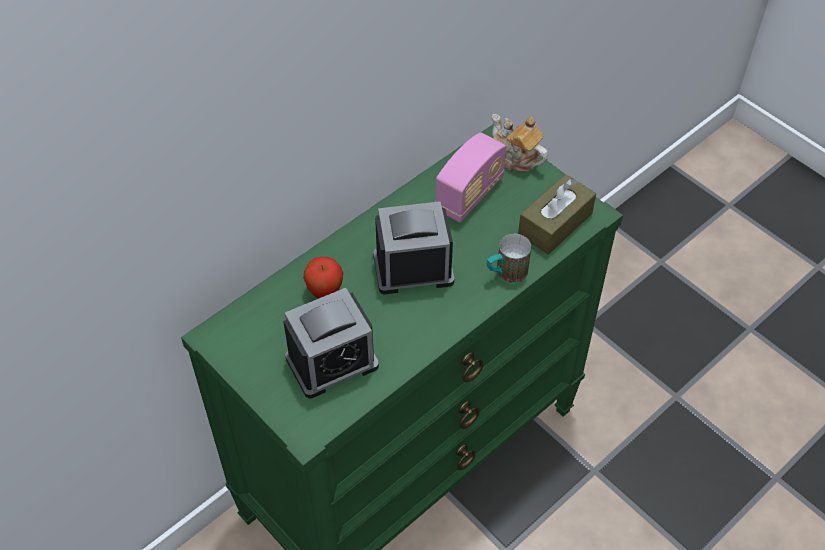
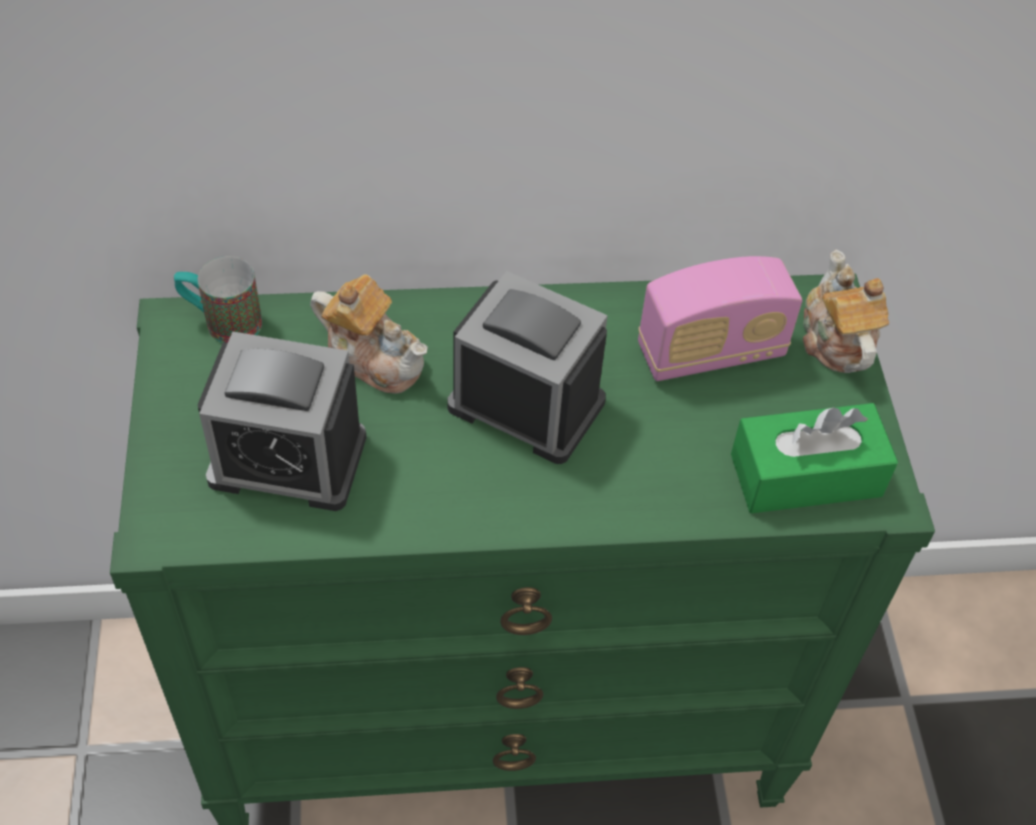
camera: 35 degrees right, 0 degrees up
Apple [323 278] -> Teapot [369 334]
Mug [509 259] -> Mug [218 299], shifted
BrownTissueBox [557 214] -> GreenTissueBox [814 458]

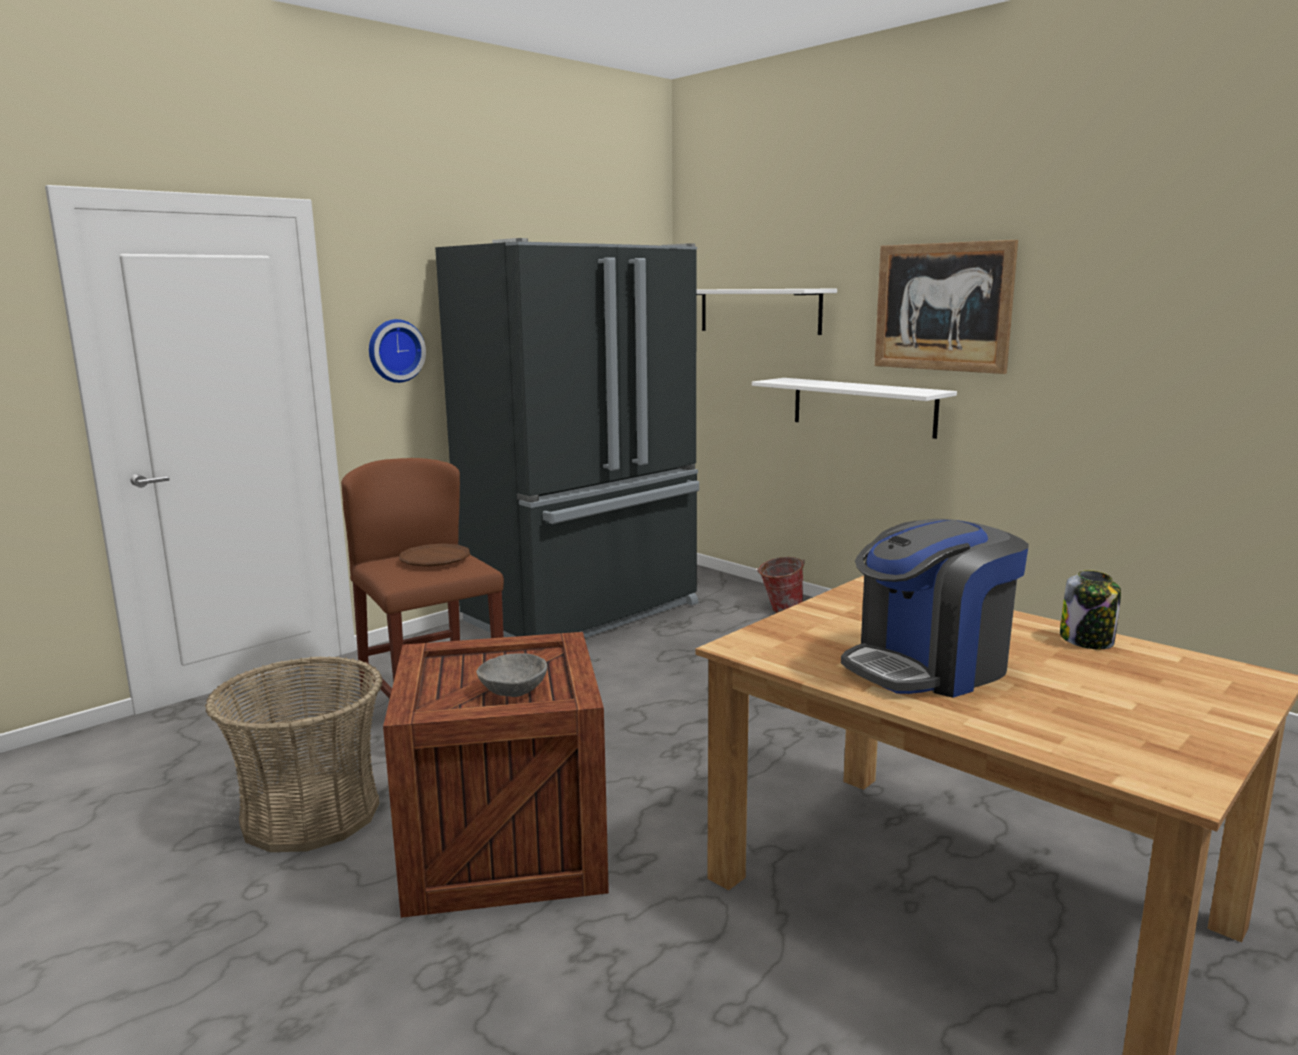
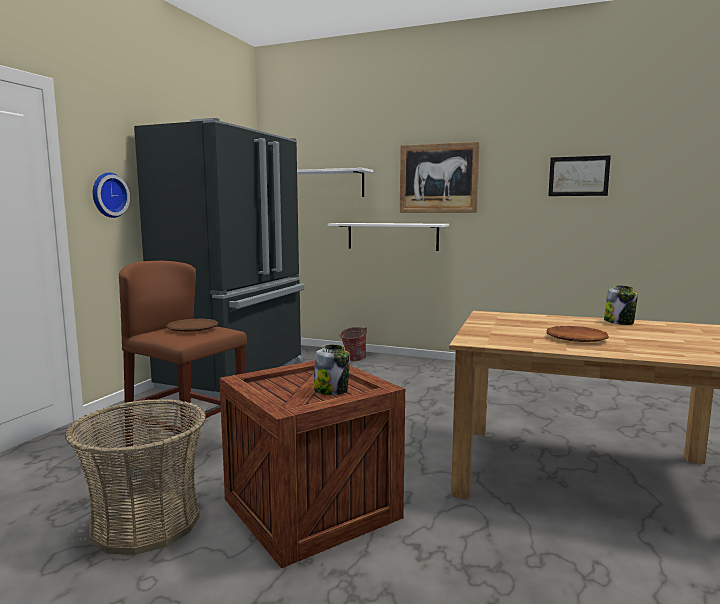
camera: 25 degrees left, 5 degrees down
GreyBowl [511 675] -> Jar [331 369]
CoffeeMachine [935 608] -> BrownPlate [577 334]
none -> Picture [579 175]

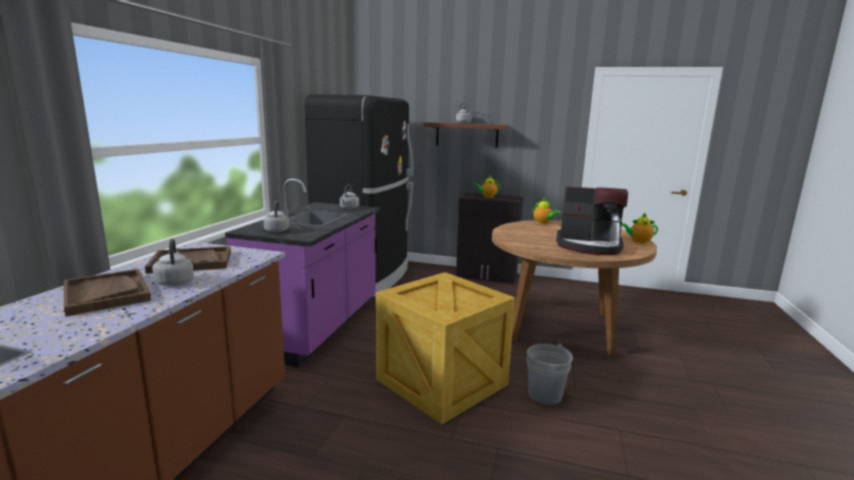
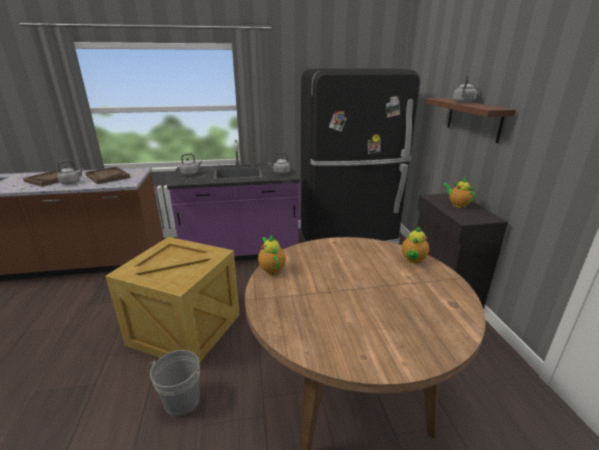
camera: 65 degrees right, 10 degrees up
CoffeeMachine [592 220] -> none
Teapot [639 228] -> Teapot [272 255], shifted

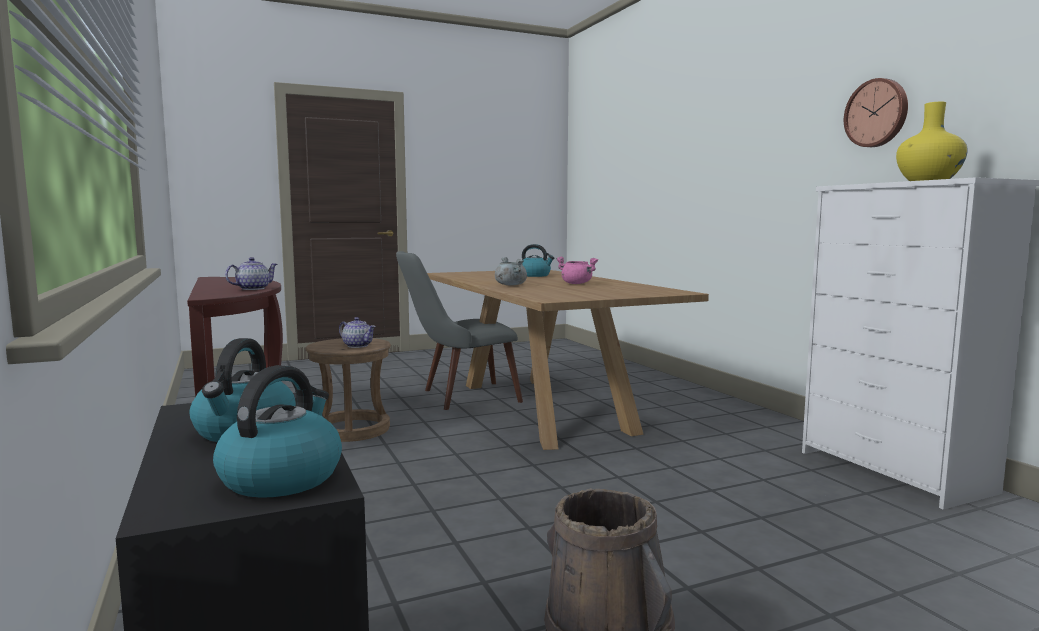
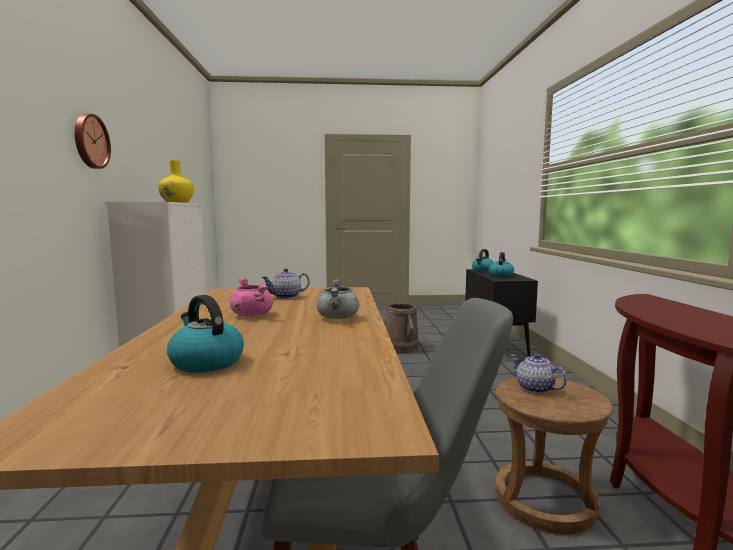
camera: 160 degrees left, 0 degrees up
Teapot [251 273] -> Teapot [285 283], shifted

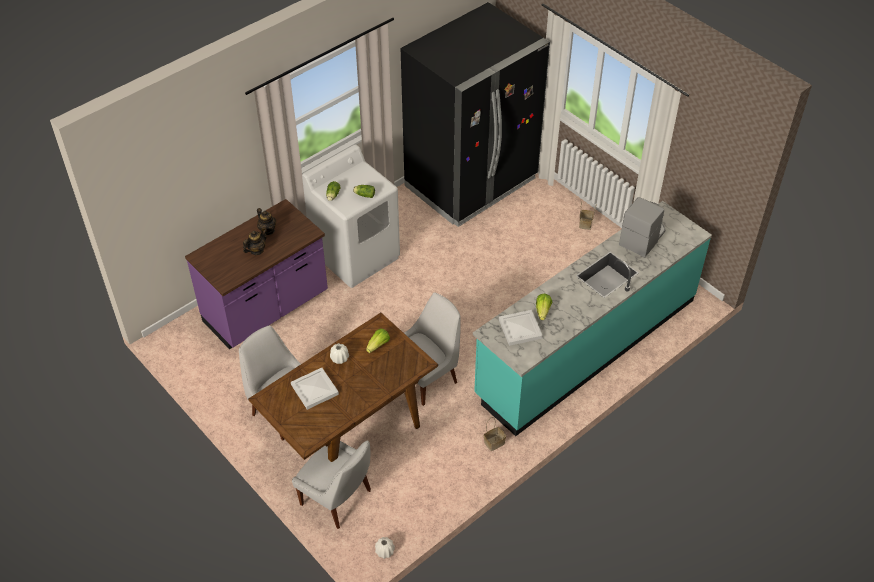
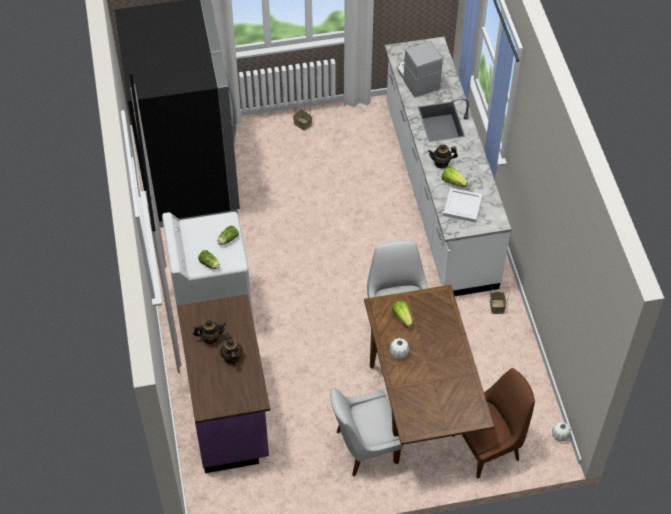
camera: 60 degrees left, 5 degrees up
WhiteTray [315 389] -> none
WhiteChair [331 484] -> BrownChair [494 423]
TurquoiseCounter [592 318] -> WhiteCounter [448 166]
none -> Teapot [443 156]

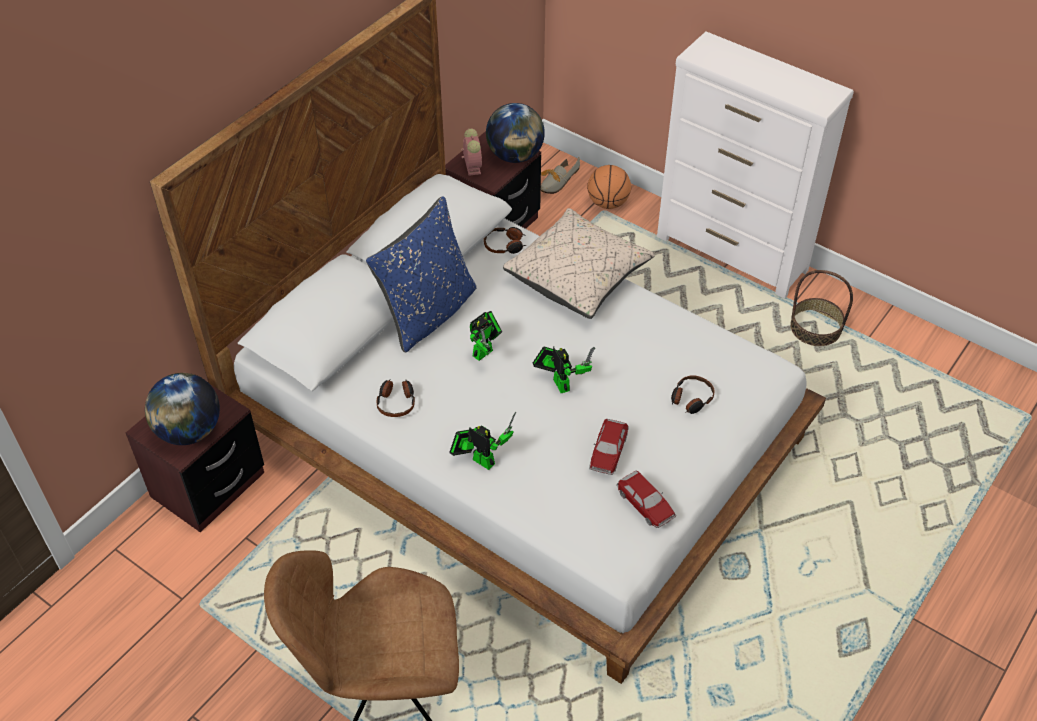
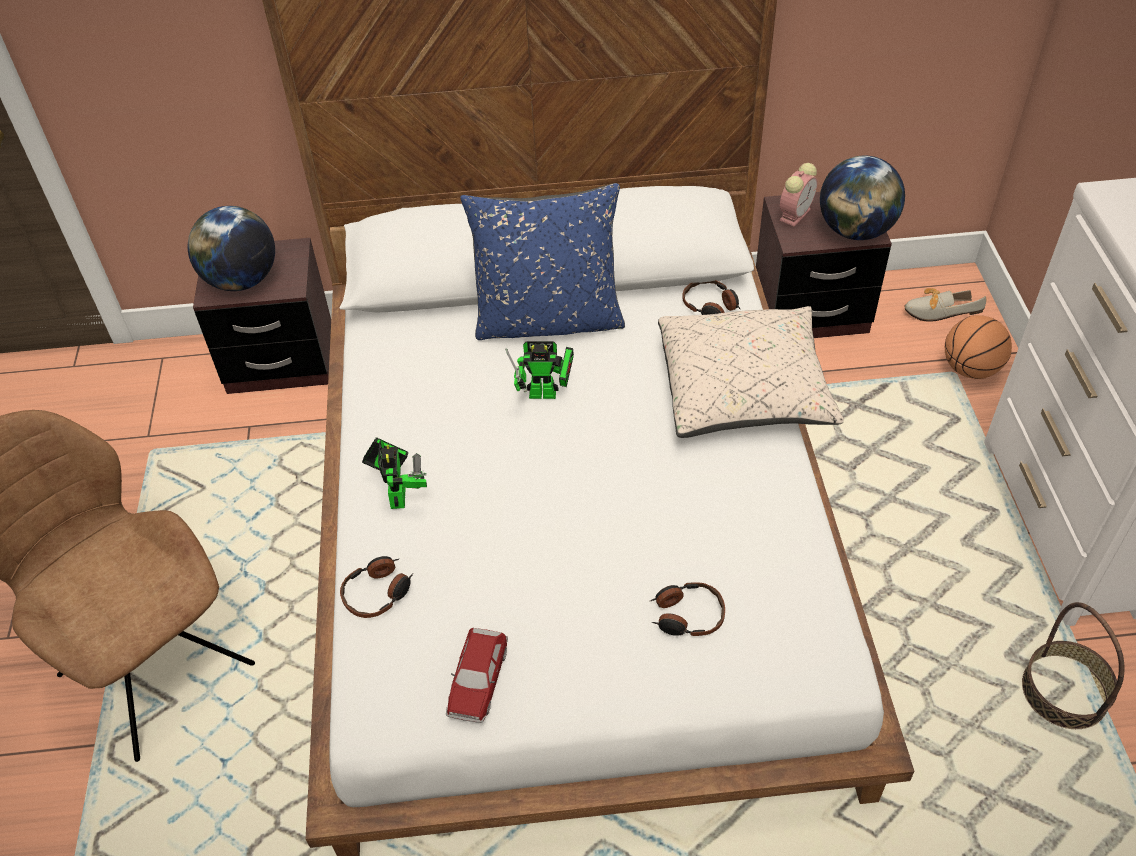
camera: 50 degrees right, 0 degrees up
Headphones [396 398] -> Headphones [376 587], shifted
ToyRobot [564 369] -> none
ToyCar [609 447] -> none

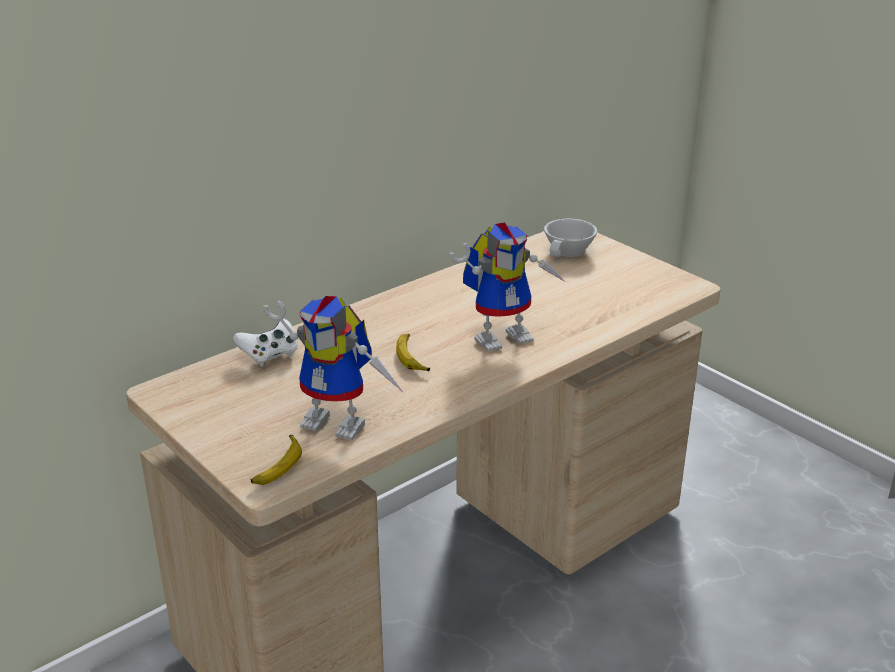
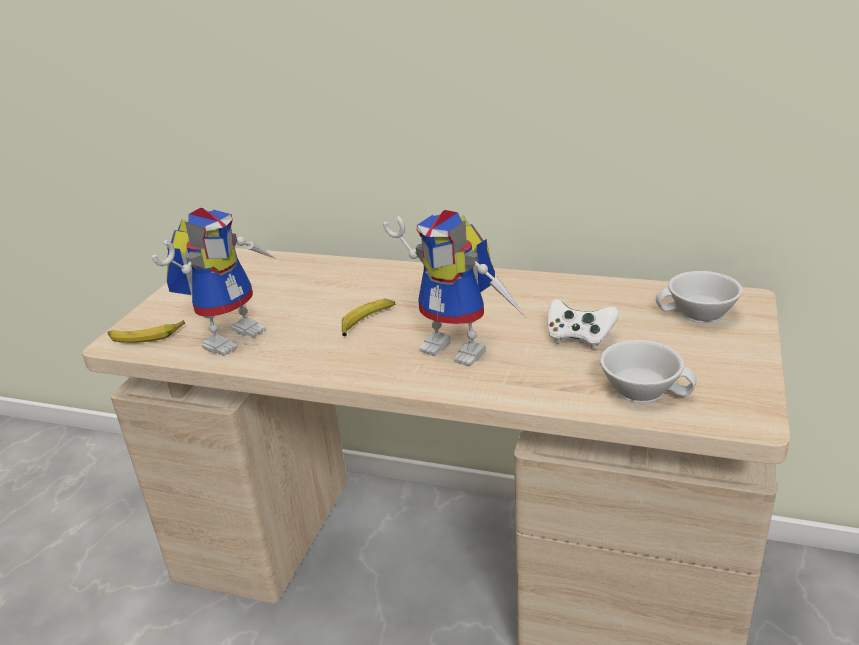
camera: 60 degrees right, 0 degrees up
WhiteGameController [265 343] -> WhiteGameController [583 324], shifted
ToyRobot [333 368] -> ToyRobot [214 282], 135 degrees counterclockwise
none -> WhiteCup [648 371]

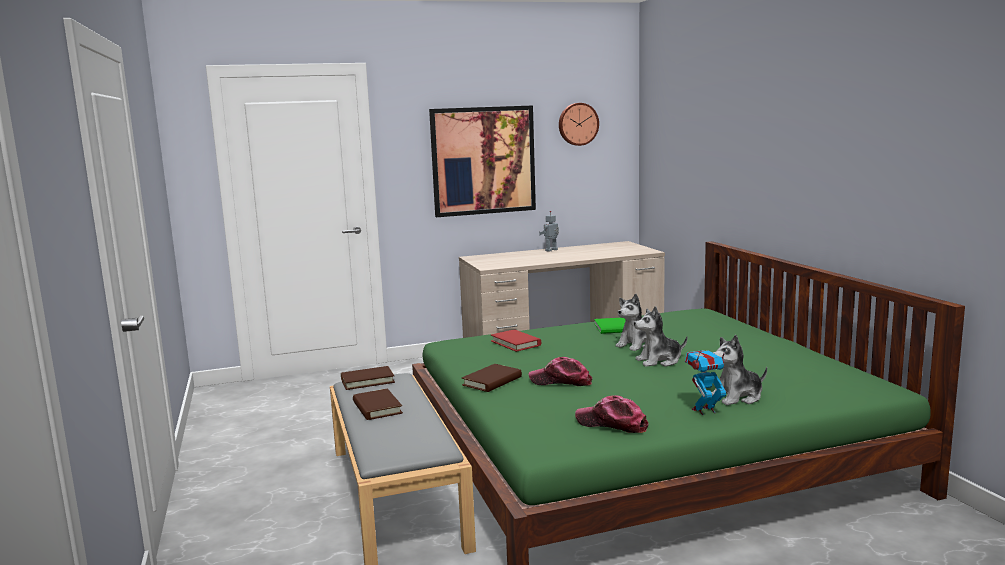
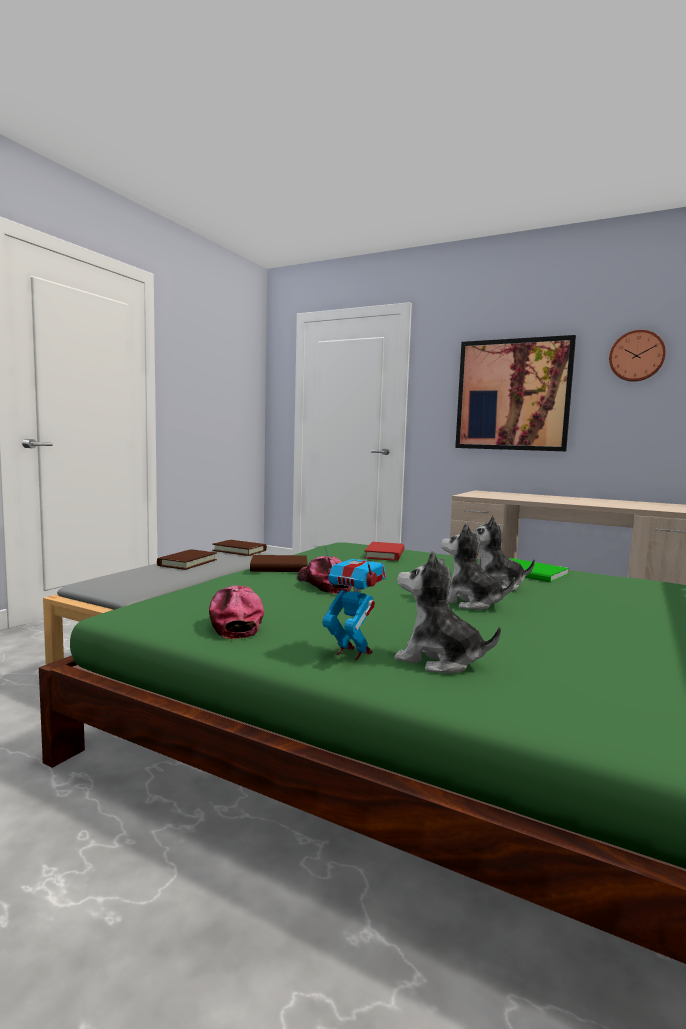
camera: 45 degrees right, 5 degrees down
ToyRobot [549 231] -> none

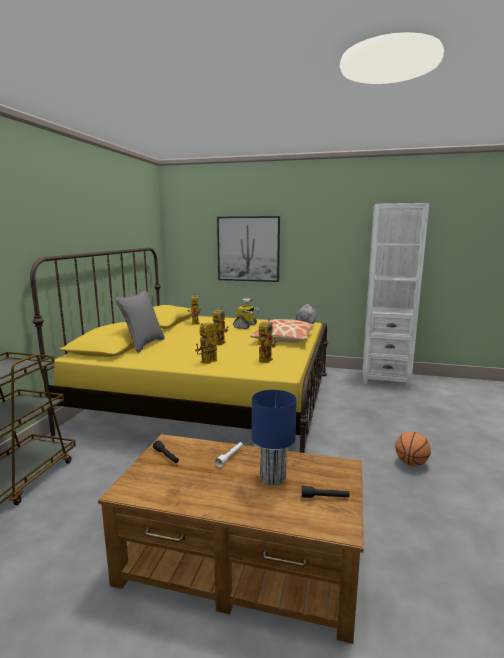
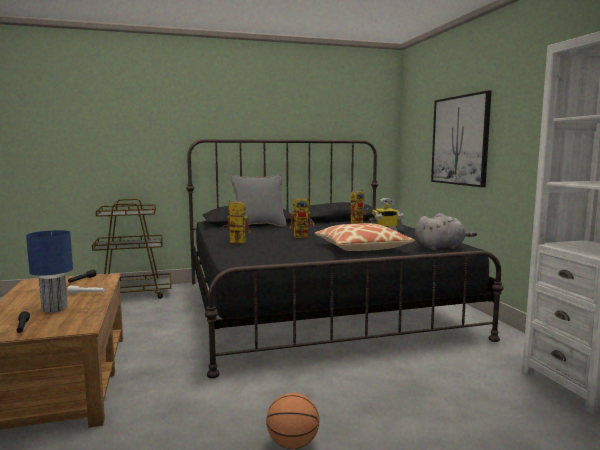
camera: 60 degrees right, 5 degrees down
YellowBed [179 350] -> BlackBed [345 258]
ToyRobot [268 341] -> none

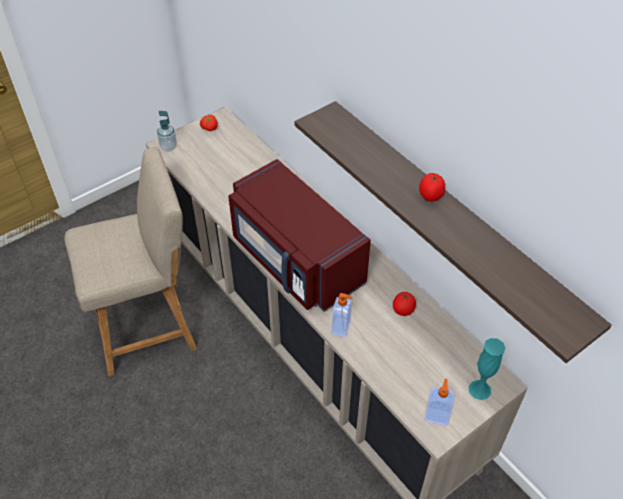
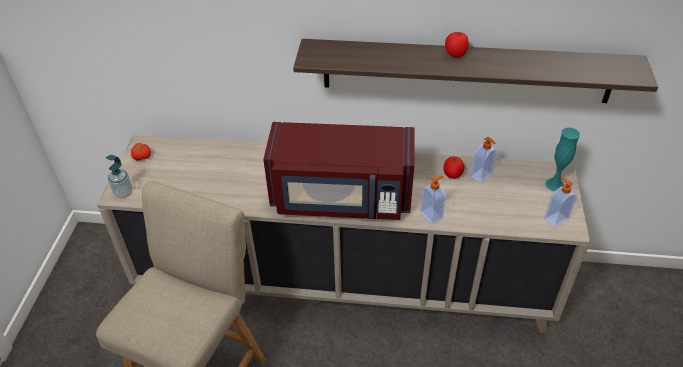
camera: 45 degrees left, 5 degrees down
none -> SoapDispenser [484 160]

